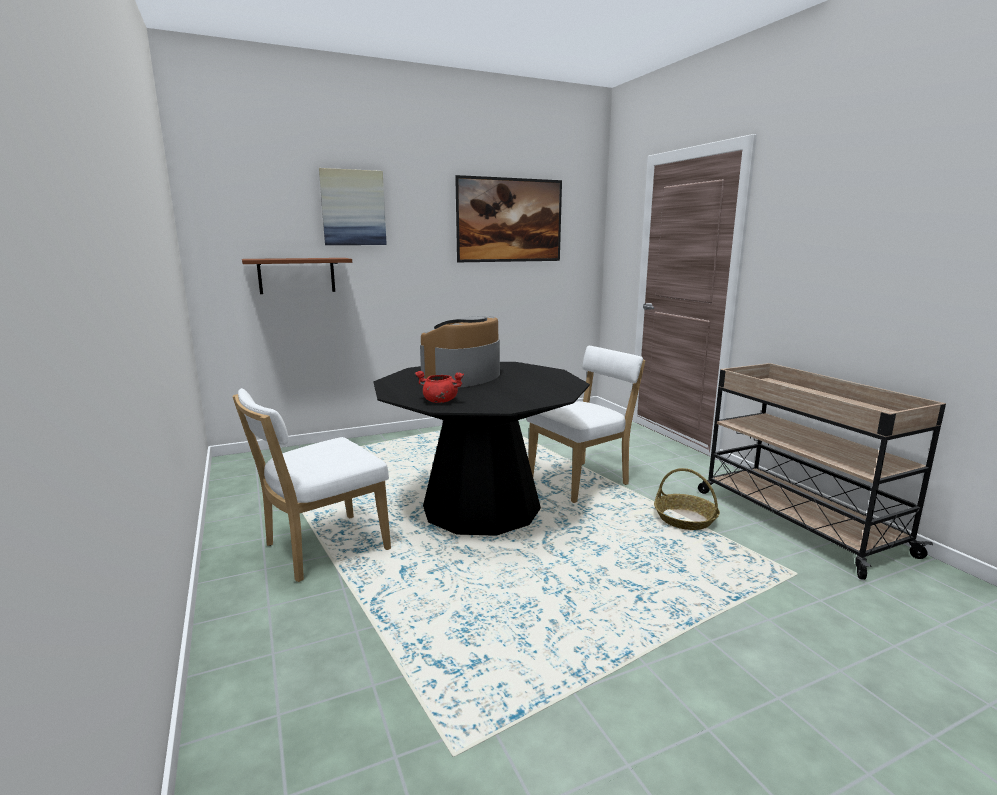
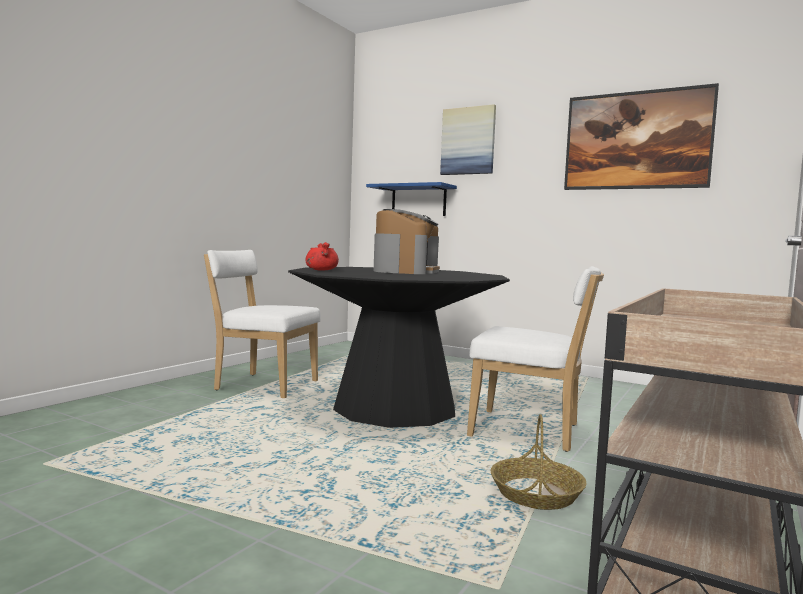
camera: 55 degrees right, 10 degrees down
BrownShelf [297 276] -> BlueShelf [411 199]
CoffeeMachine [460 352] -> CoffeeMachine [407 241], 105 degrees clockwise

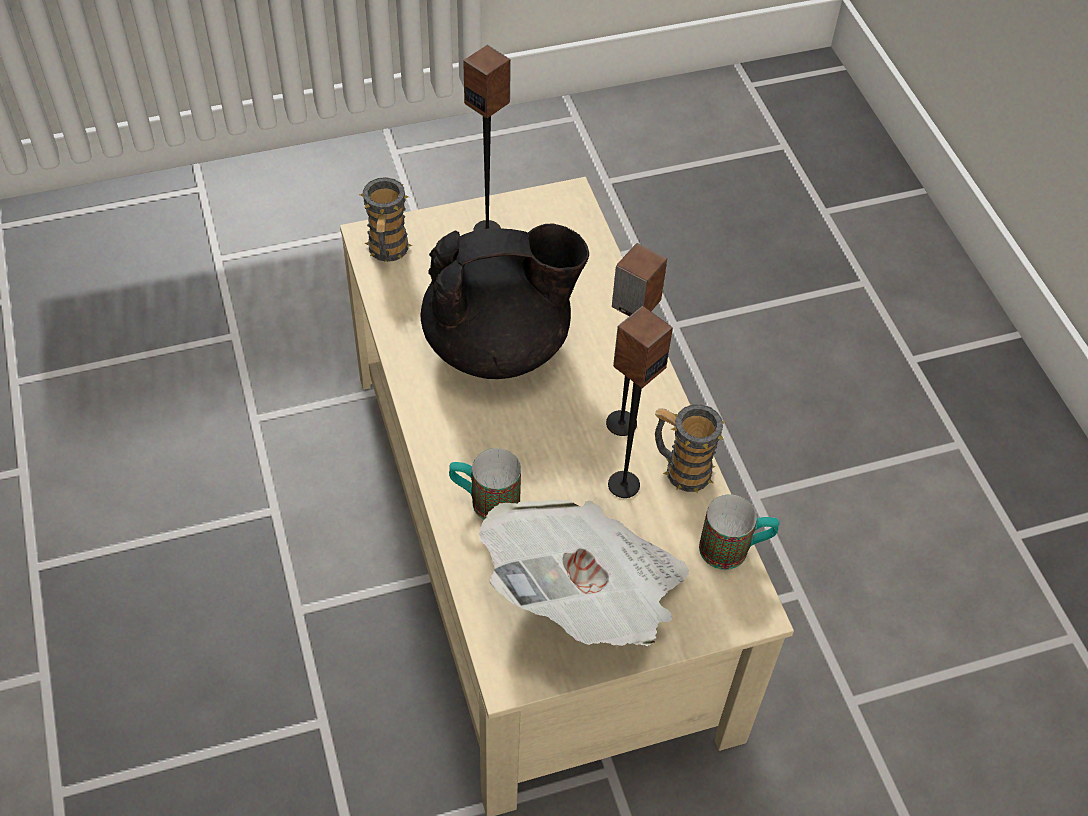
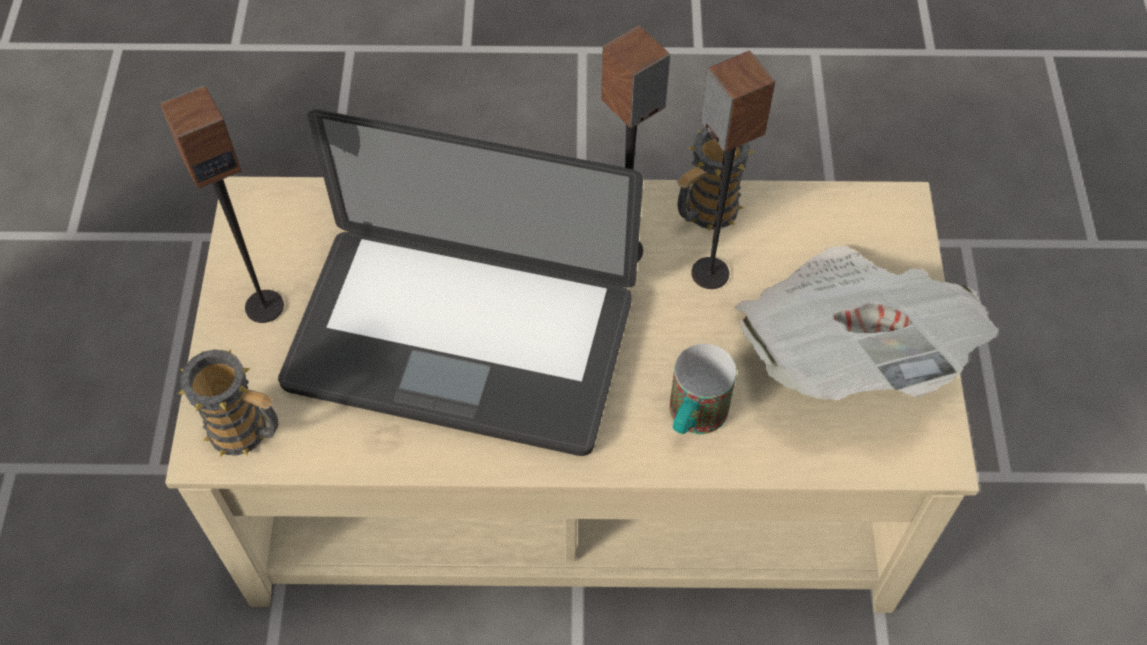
camera: 70 degrees left, 5 degrees up
BlackTeapot [505 301] -> Laptop [460 282]
Mug [739 532] -> none

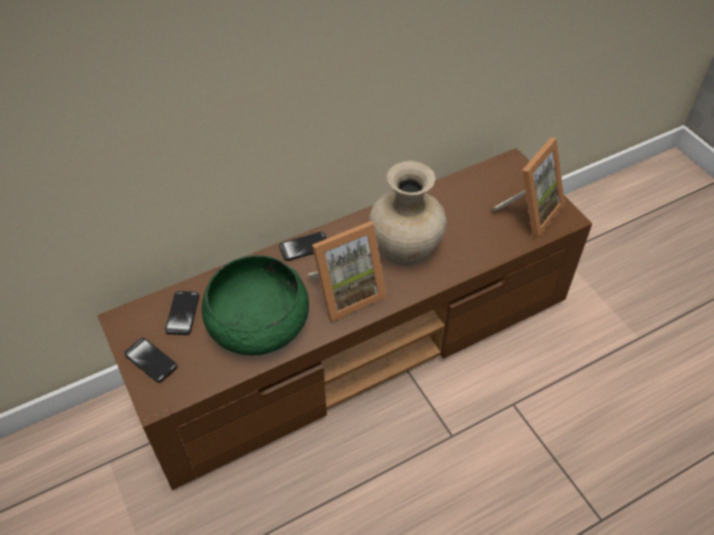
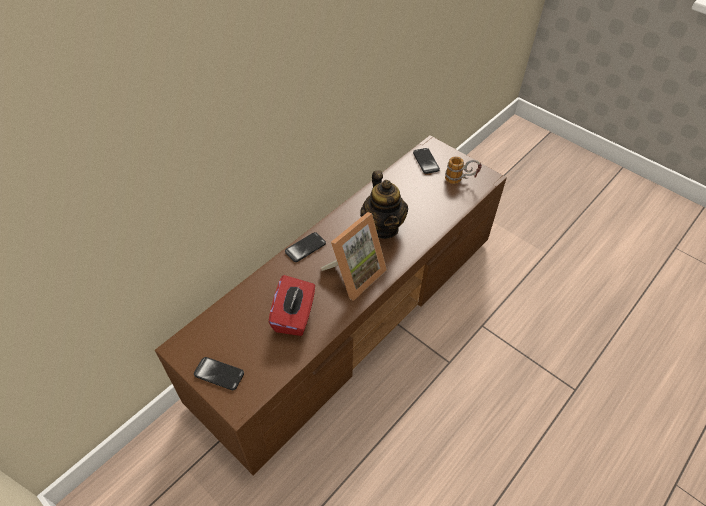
camera: 20 degrees left, 0 degrees up
Phone [182 313] -> Phone [426 161], shifted
GreenBowl [255 305] -> RedTissueBox [292 305]
BeigeVase [408 213] -> Teapot [384 204]
PictureFrame [528 188] -> Mug [463 170]

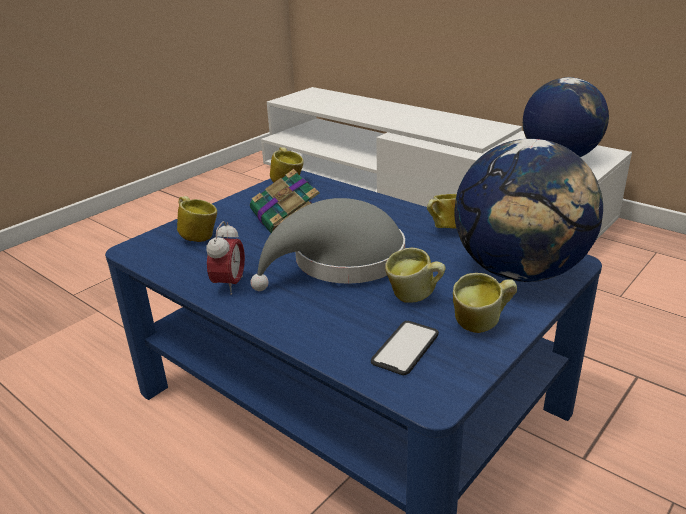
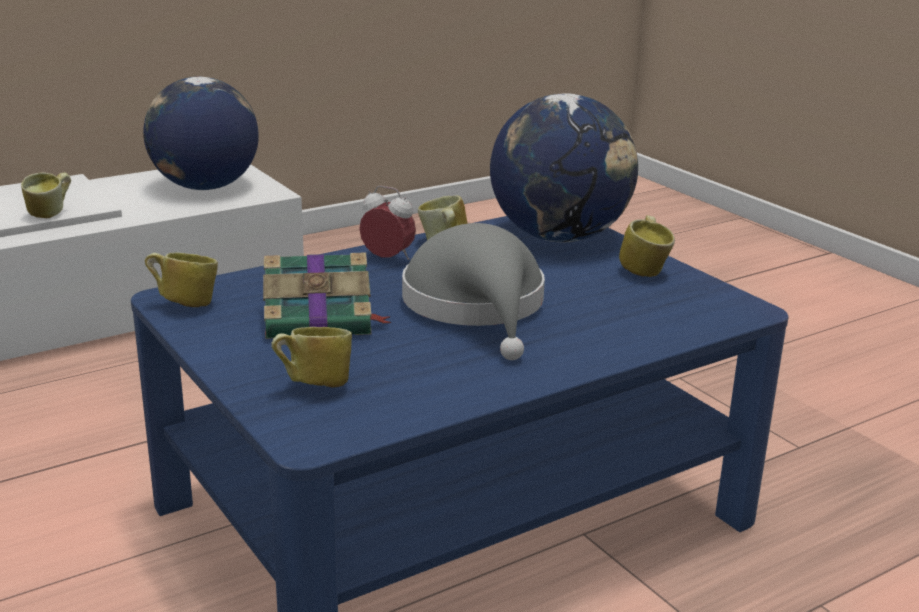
camera: 75 degrees left, 5 degrees down
AlarmClock [225 258] -> AlarmClock [387 223], shifted
Phone [405 348] -> none
Mug [415 275] -> Mug [46 195], shifted

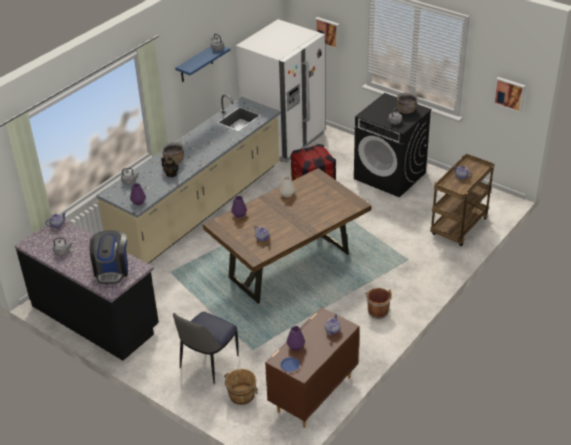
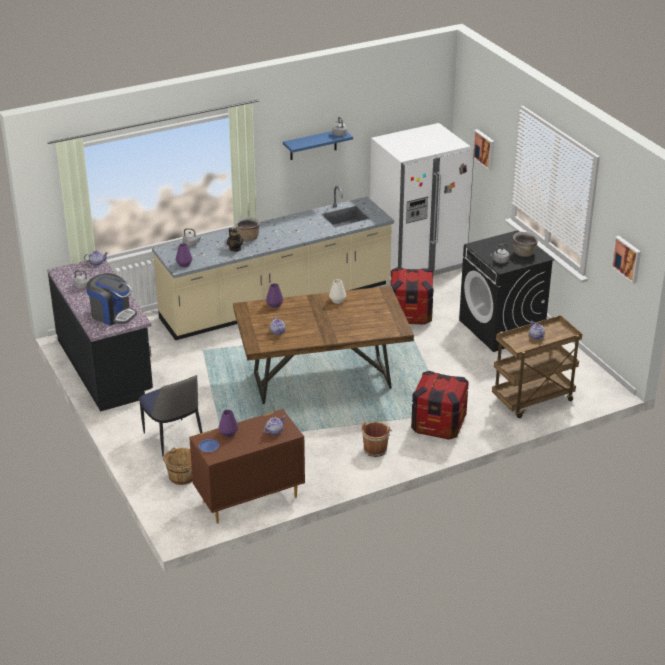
camera: 25 degrees right, 5 degrees down
CoffeeMachine [109 257] -> CoffeeMachine [111 299], 90 degrees counterclockwise
Chair [206 348] -> Chair [171 416], 90 degrees counterclockwise
none -> Crate [440 405]

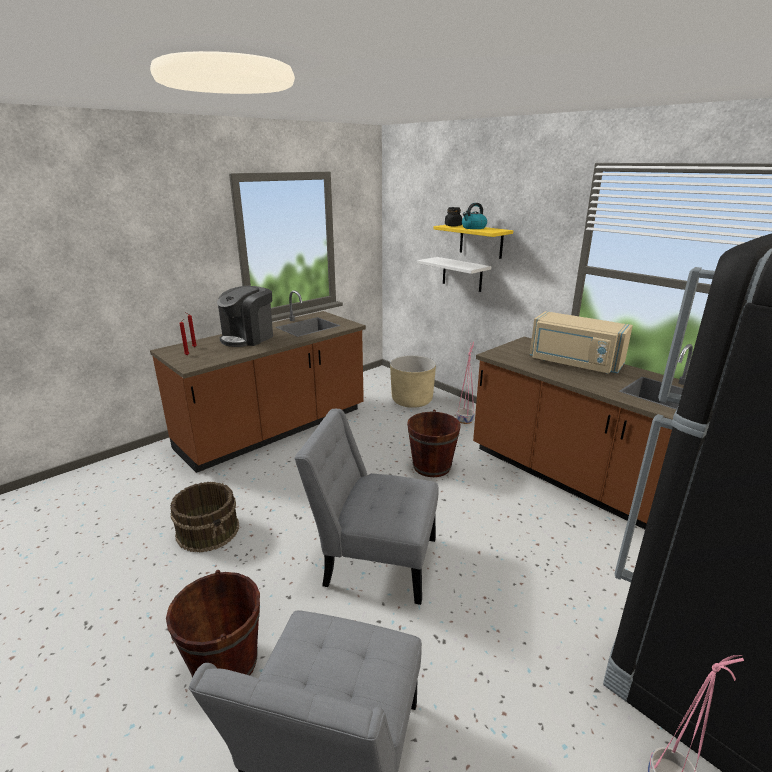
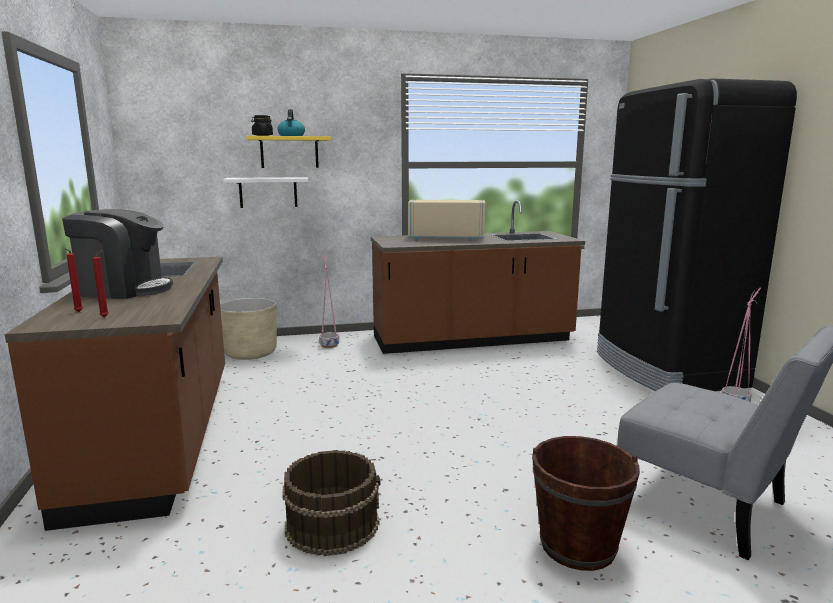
camera: 60 degrees left, 10 degrees down
CoffeeMachine [245 316] -> CoffeeMachine [117 254], 60 degrees counterclockwise
GreyChair [366 507] -> none
BrownBucket [433 443] -> none
BeigeMicrowave [581 342] -> BeigeMicrowave [447 220], 150 degrees counterclockwise

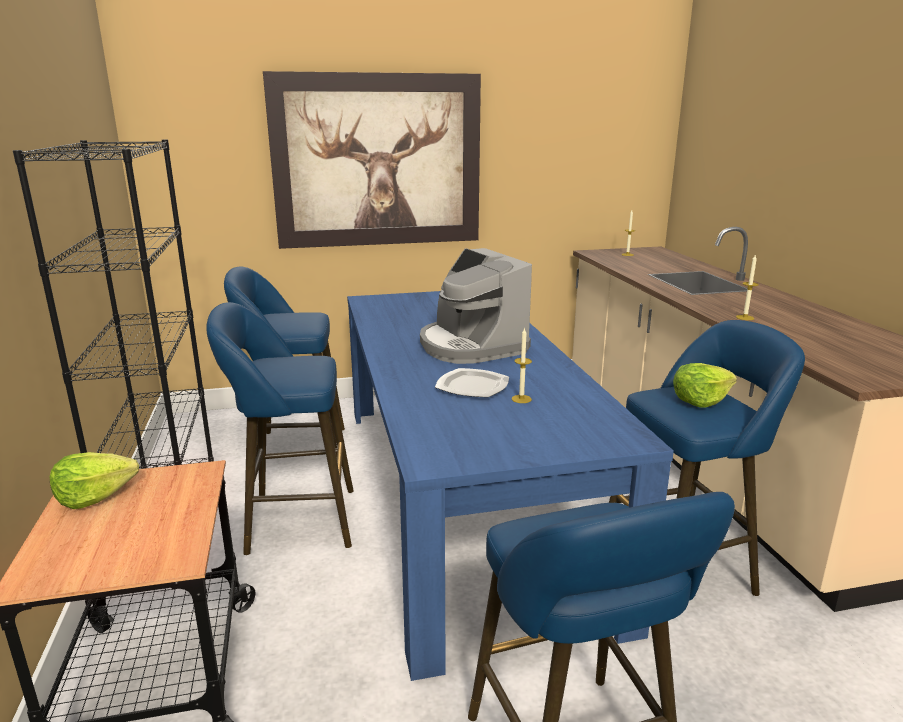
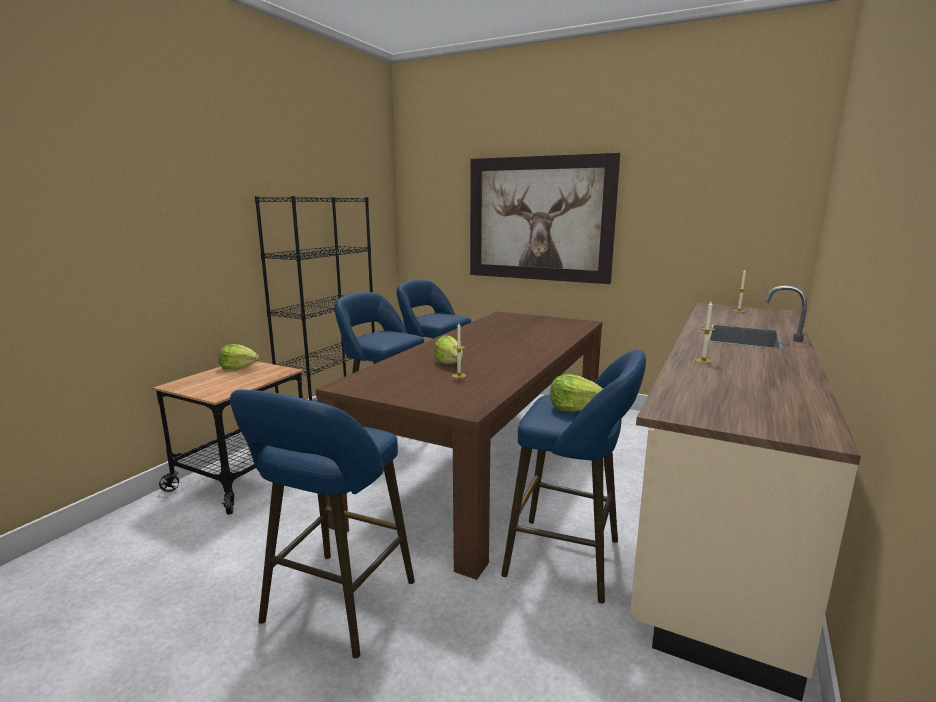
camera: 40 degrees right, 5 degrees down
BlueDiningTable [510 486] -> BrownDiningTable [458 445]
CoffeeMachine [476 306] -> none
Plate [472 383] -> Lettuce [448 349]

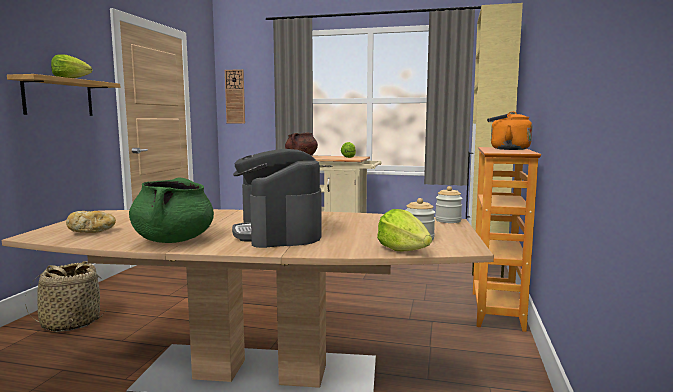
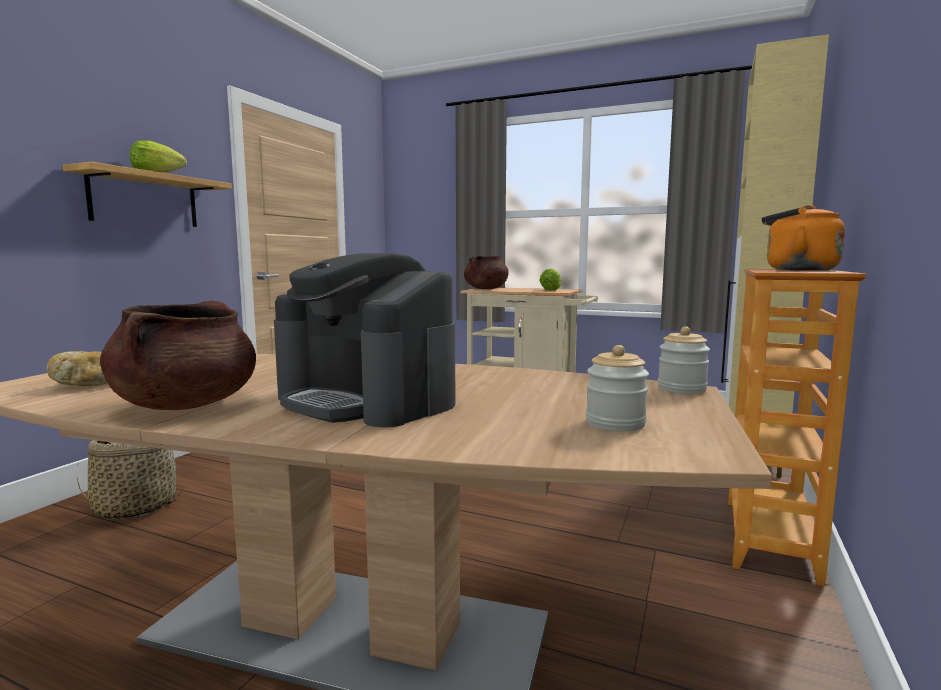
camera: 10 degrees right, 0 degrees up
GreenCookingPot [171 210] -> BrownCookingPot [178 355]
WallClock [235 96] -> none
CoffeeMachine [277 198] -> CoffeeMachine [364 340], 45 degrees counterclockwise
Lettuce [404 230] -> none

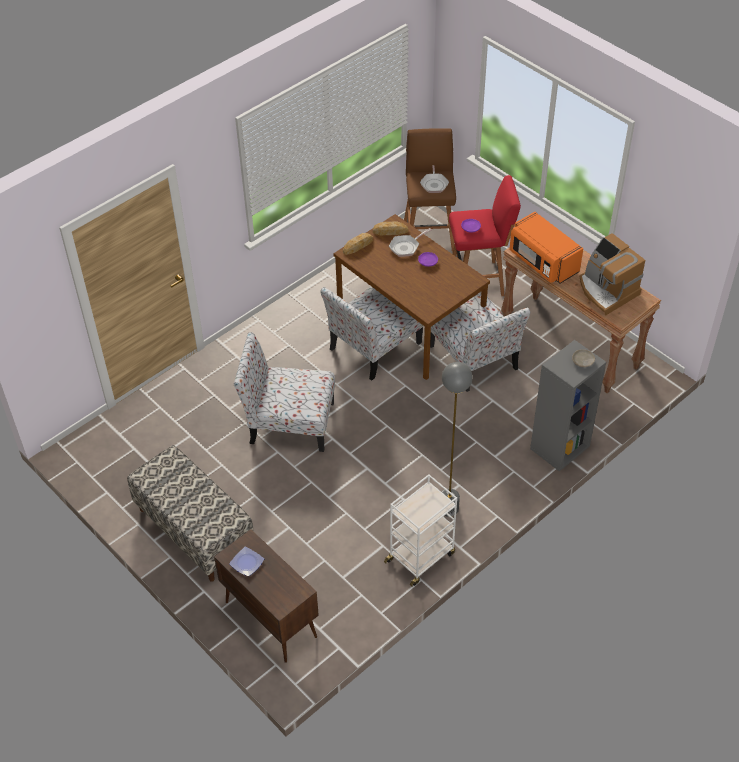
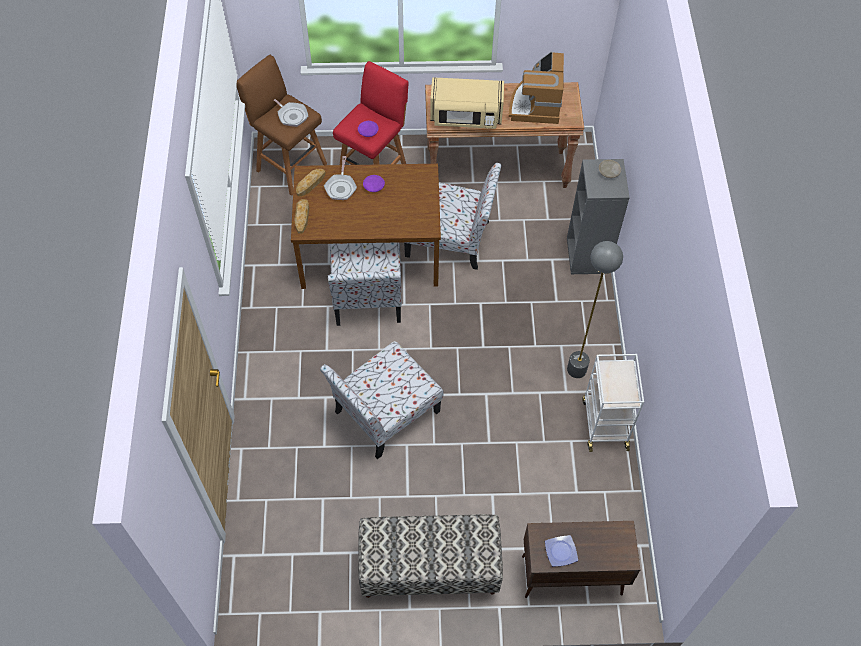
camera: 50 degrees left, 10 degrees up
OrangeMicrowave [546 247] -> BeigeMicrowave [467 103]
CoffeeMachine [612 274] -> CoffeeMachine [536 88], 90 degrees clockwise

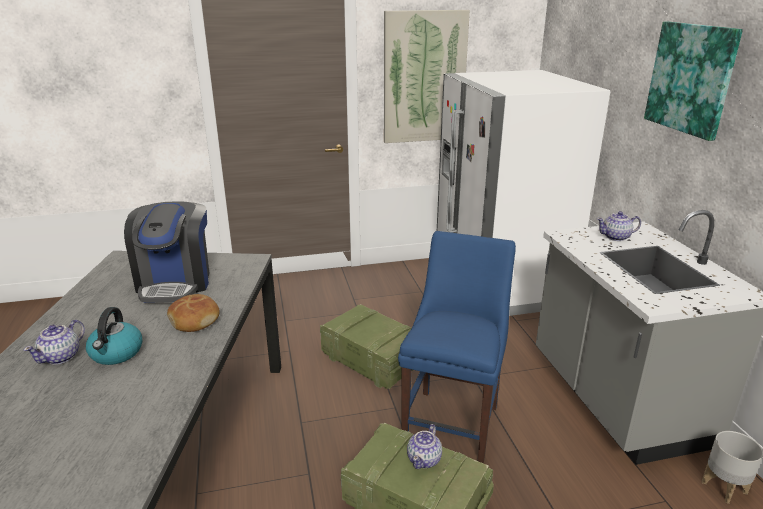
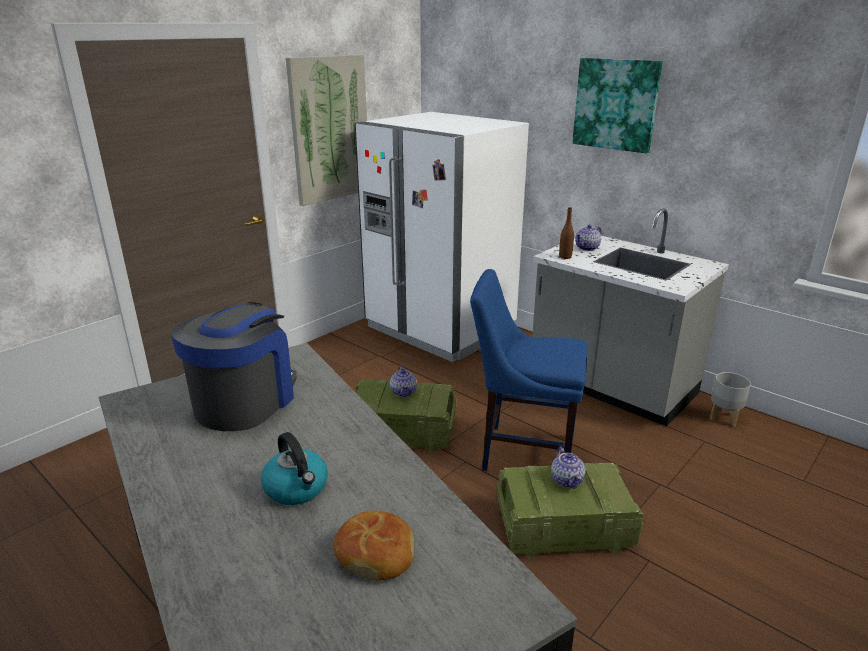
camera: 35 degrees left, 0 degrees up
Teapot [54 342] -> Teapot [403 381], shifted
CoffeeMachine [167 252] -> CoffeeMachine [234 366], 120 degrees counterclockwise
Bread [193 313] -> Bread [373 546], shifted
BlueChair [457 347] -> BlueChair [528 370], 60 degrees counterclockwise
none -> BrownBottle [566 233]

